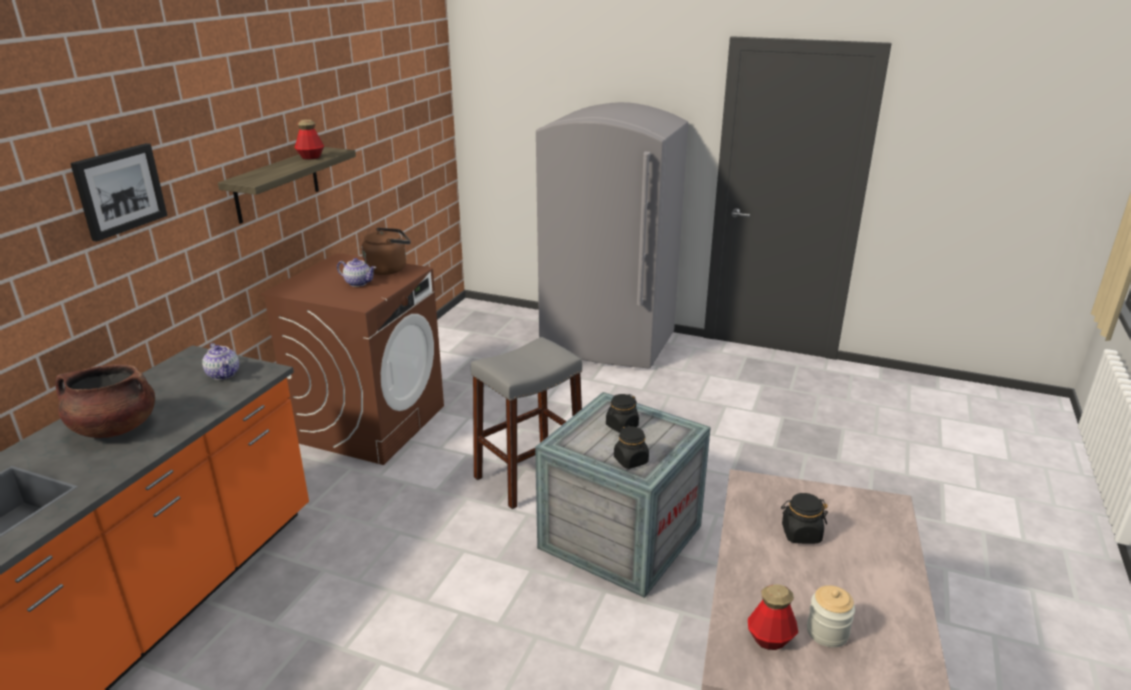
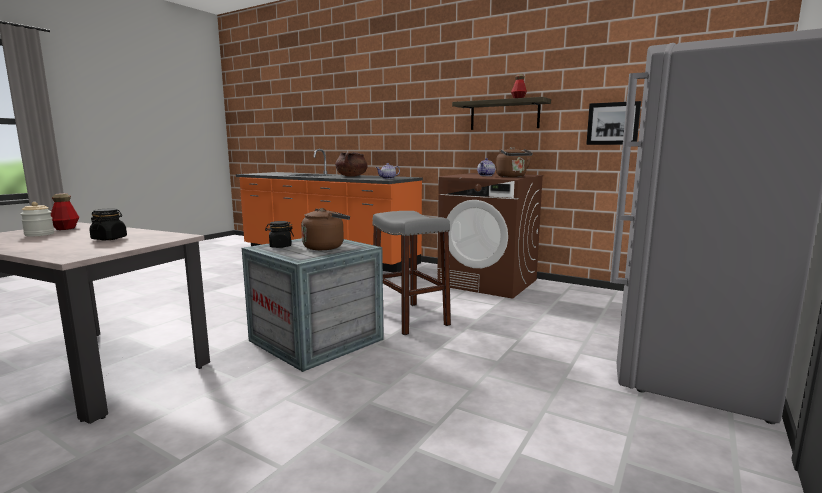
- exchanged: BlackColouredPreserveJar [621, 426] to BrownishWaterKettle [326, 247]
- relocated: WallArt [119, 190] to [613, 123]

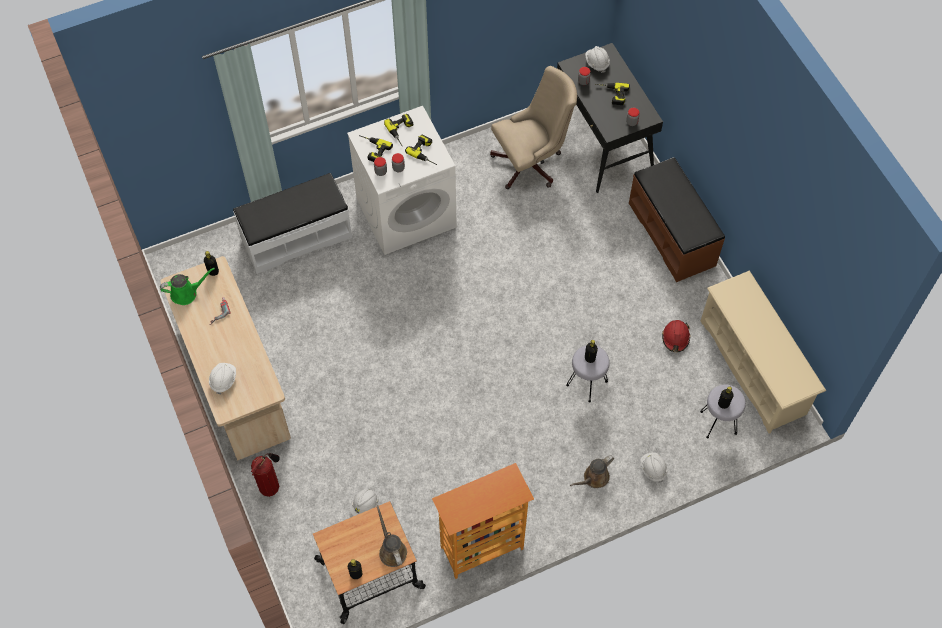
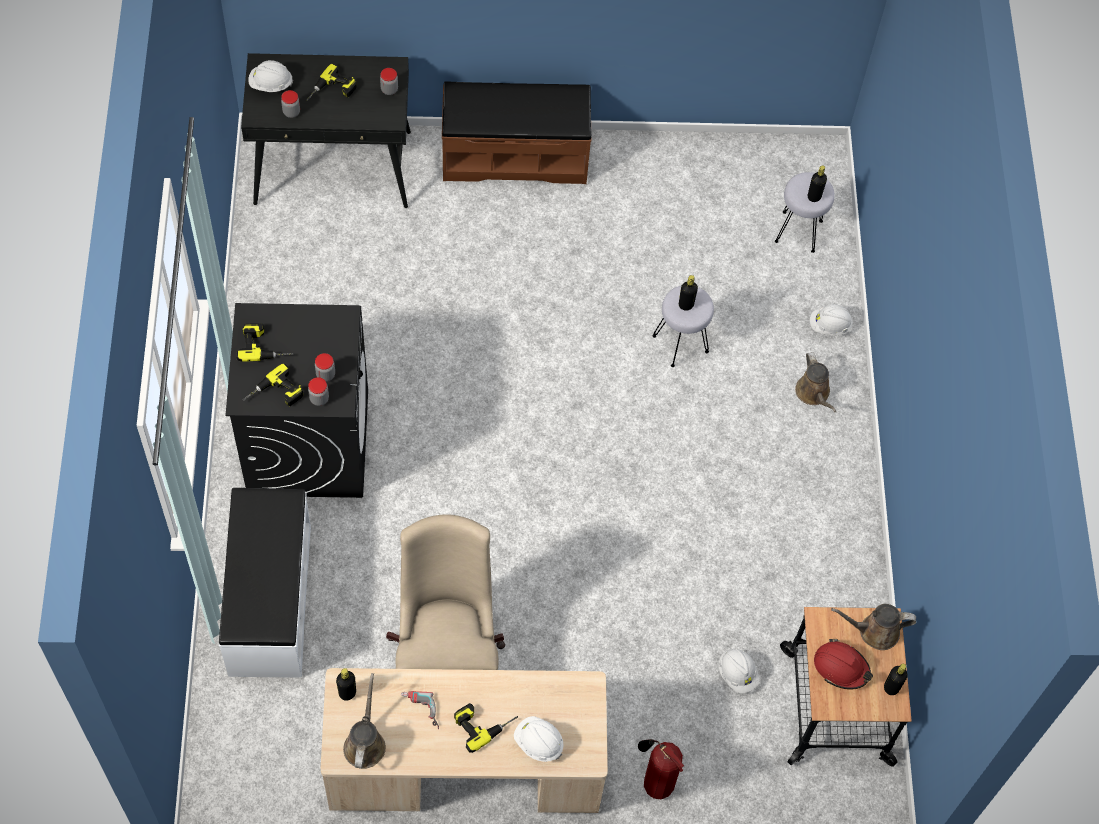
- colour: WhiteColouredWashingMachine [406, 212] to BlackColouredWashingMachine [308, 441]
- colour: GreenColouredSprinklingCan [186, 293] to BrownishSprinklingCan [365, 743]
- relocated: SandColouredDeskChair [531, 163] to [446, 650]
- relocated: PowerDrill [426, 152] to [484, 722]
- relocated: RedWorkHelmet [675, 338] to [841, 667]
- missing: Bookcase [482, 548]
- missing: SandColouredShoeShelf [753, 368]

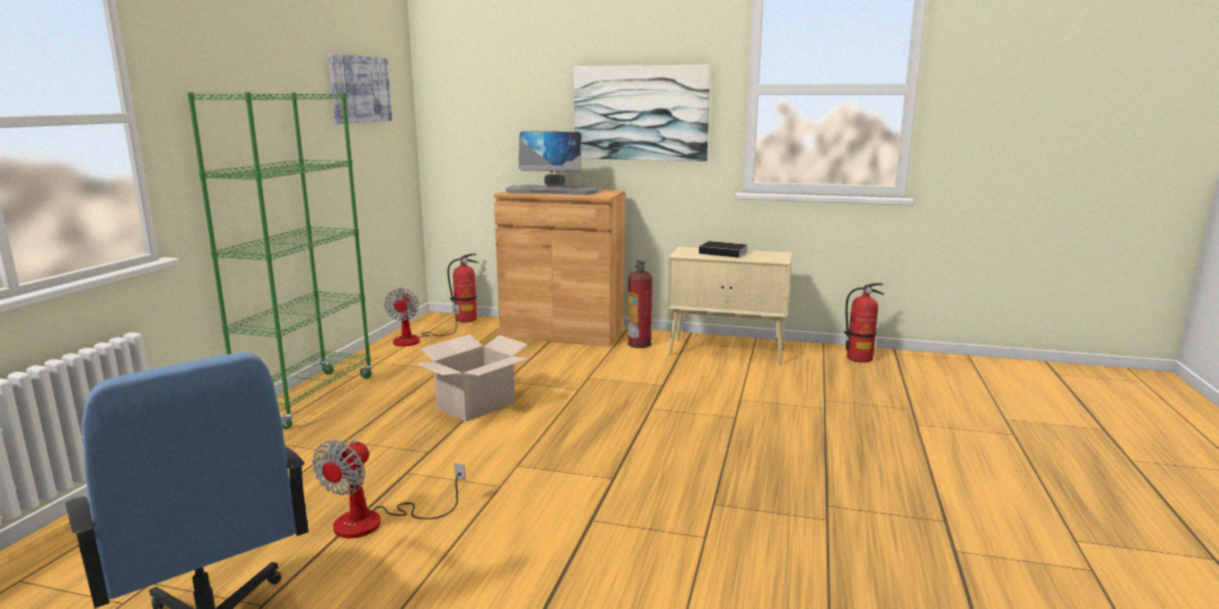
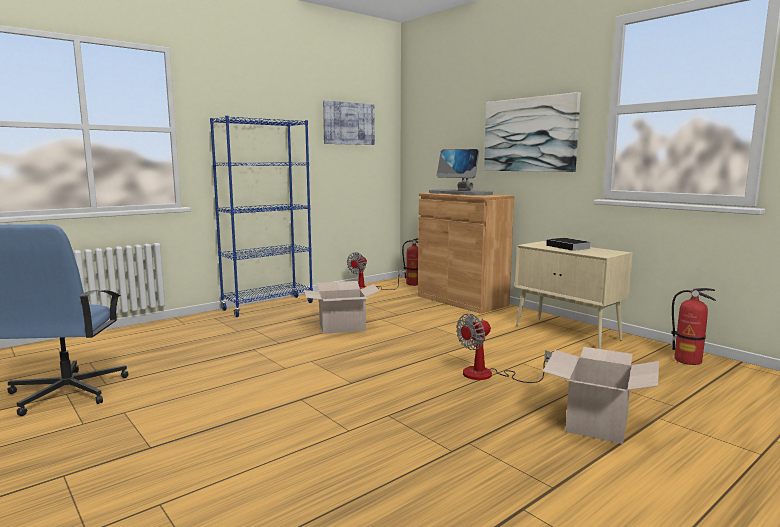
- colour: GreenColouredBookcase [309, 399] to BluishBookcase [268, 306]
- relocated: CoolingFan [376, 522] to [488, 375]
- appeared: Carton [598, 423]
- missing: FireExtinguisher [640, 344]

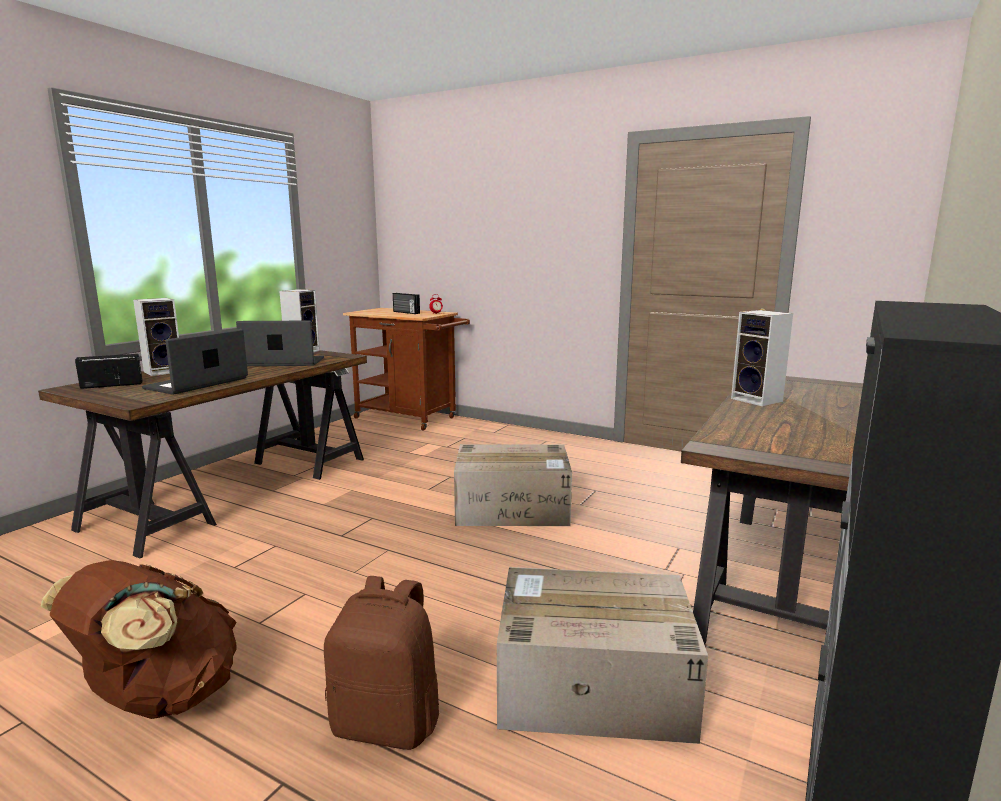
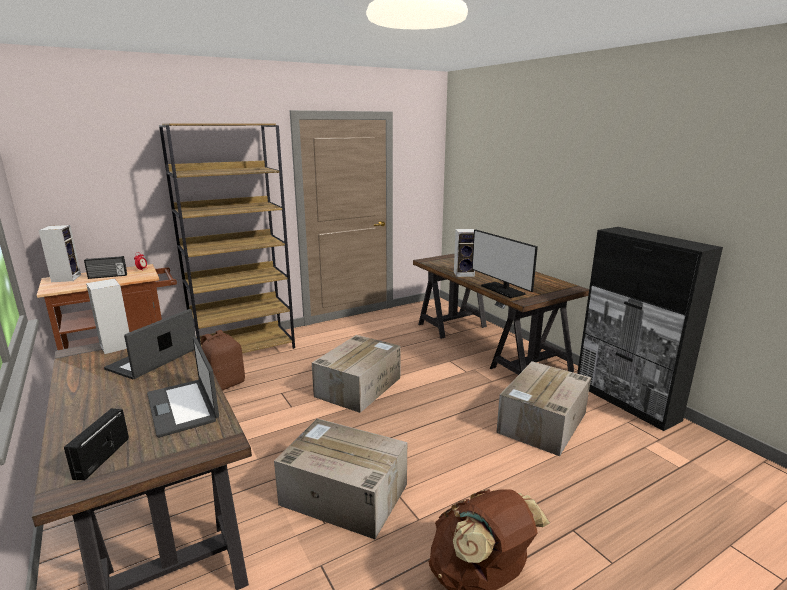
- relocated: AudioSpeaker [165, 371] to [66, 278]
- appeared: BrownishBookcase [245, 349]
- relocated: BrownishBackpack [388, 723] to [224, 385]
- appeared: Carton [342, 494]
- appeared: ComputerDisplay [502, 290]

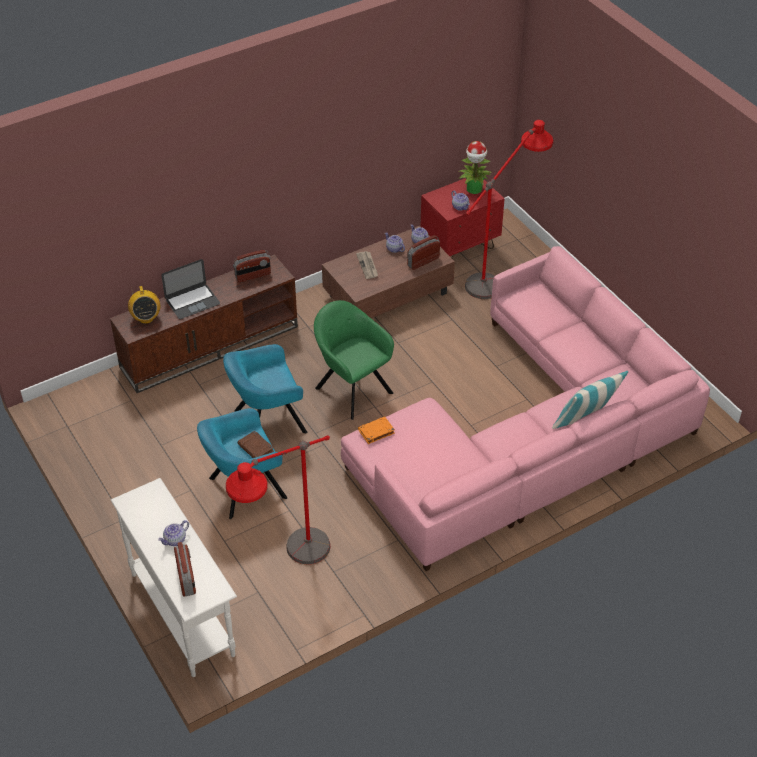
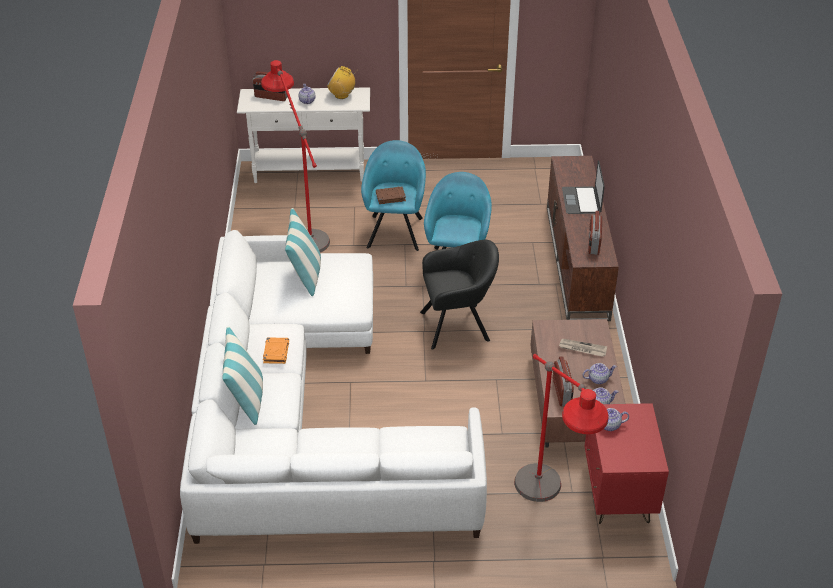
- colour: PinkishCouch [529, 435] to WhiteColouredCouch [304, 415]
- relocated: OrangeyBoundBook [376, 432] to [276, 352]
- appeared: Pillow [305, 276]
- relocated: Radio [146, 318] to [341, 95]
- colour: GreenColouredArmchair [351, 388] to BlackColouredArmchair [458, 325]
- missing: Houseplant [474, 189]

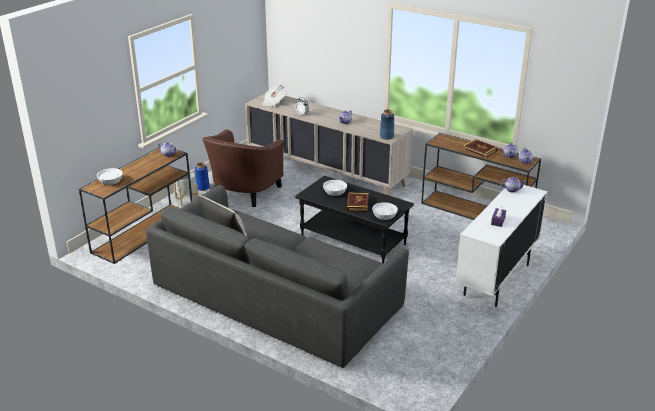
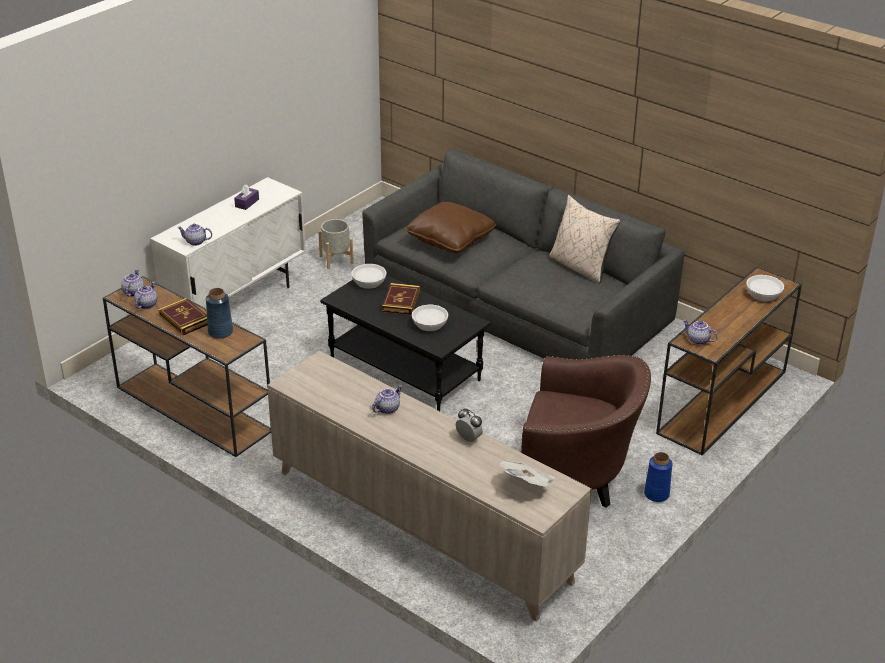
- relocated: BluishDecorativeVase [386, 136] to [220, 332]
- relocated: GreyPlanter [187, 200] to [336, 260]
- appeared: BrownishPillow [450, 239]
- spun: BrownishArmchair [243, 193] = [578, 474] 75 degrees clockwise

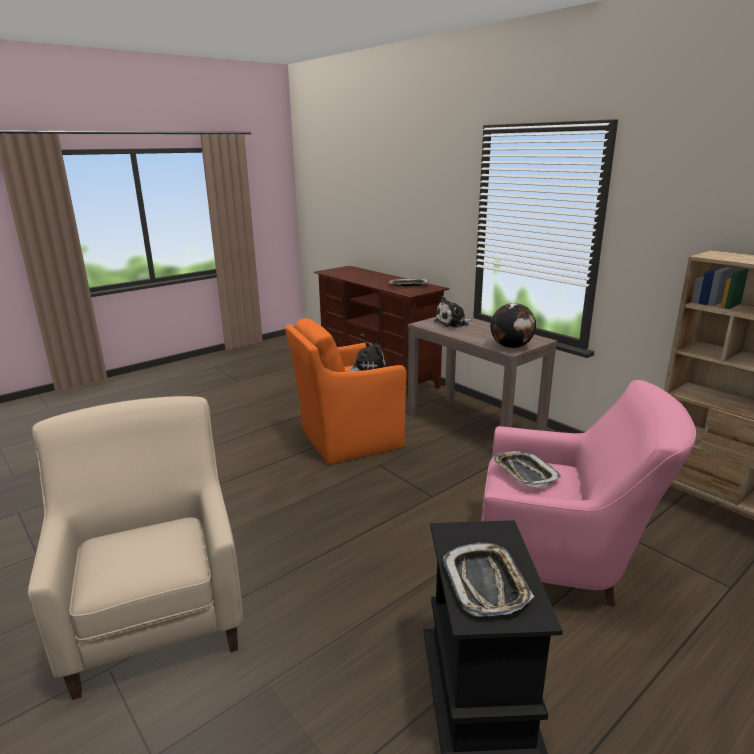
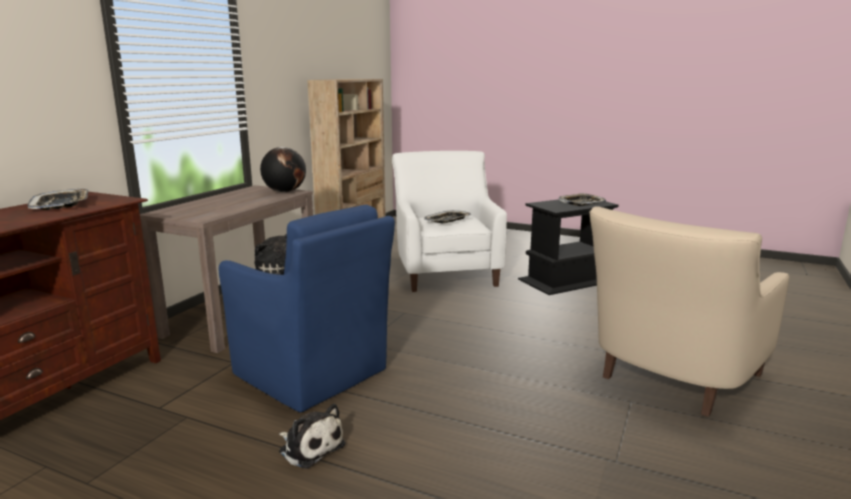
- colour: OrangeyArmchair [348, 439] to BluishArmchair [312, 374]
- relocated: SoftToy [453, 323] to [310, 447]
- colour: PinkishArmchair [563, 562] to WhiteColouredArmchair [445, 272]

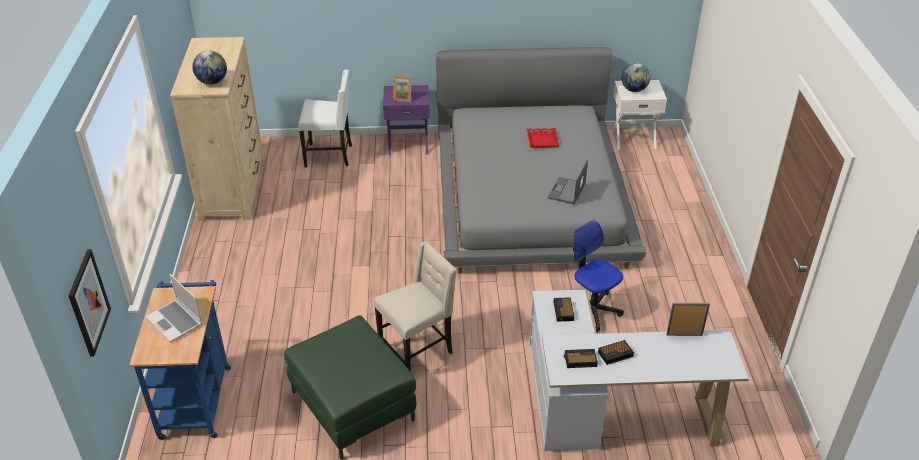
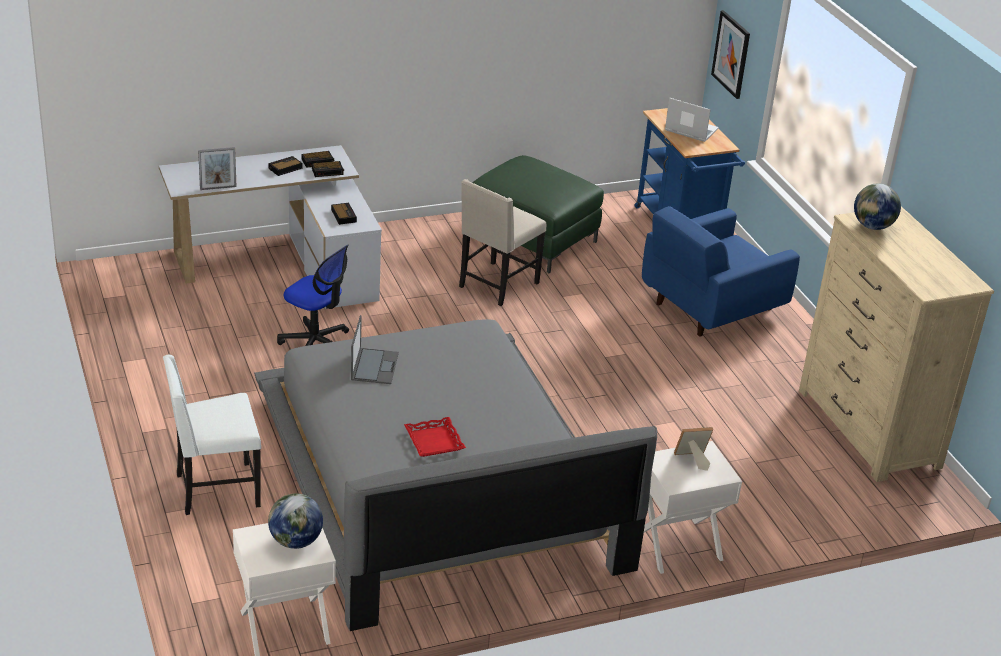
- relocated: WhiteColouredChair [330, 155] to [215, 490]
- appeared: BedsideClock [328, 171]
- appeared: BluishArmchair [710, 307]
- colour: PurpleColouredBedsideTable [408, 144] to WhiteColouredBedsideTable [678, 546]

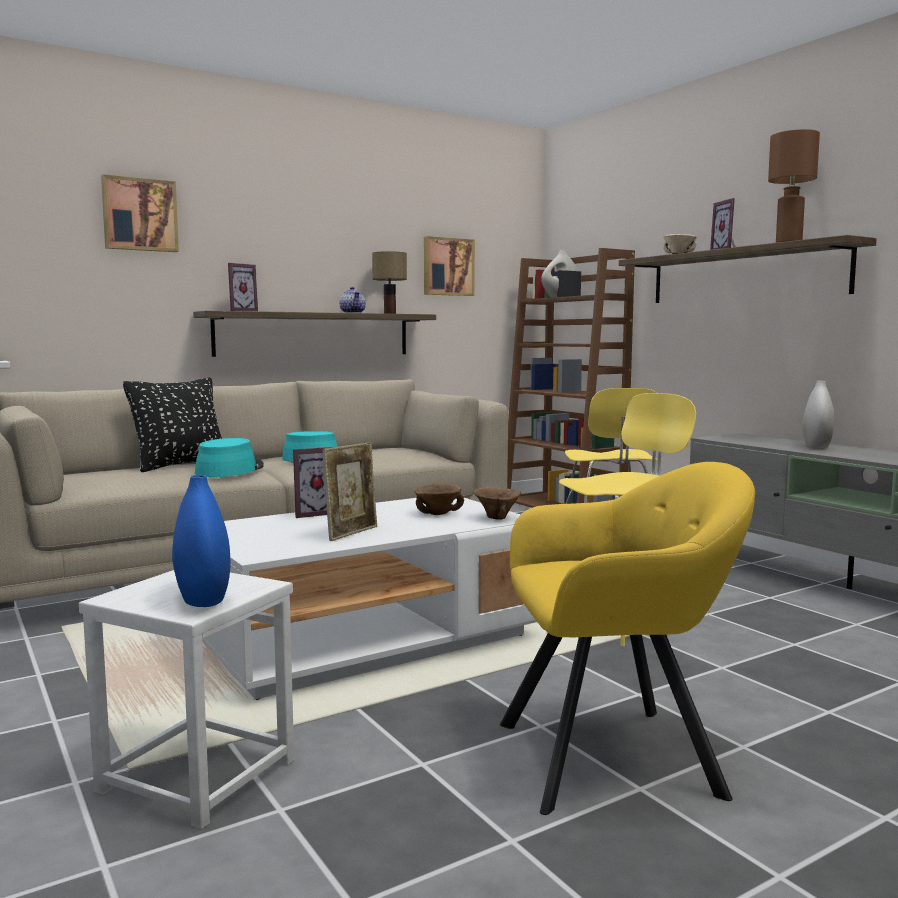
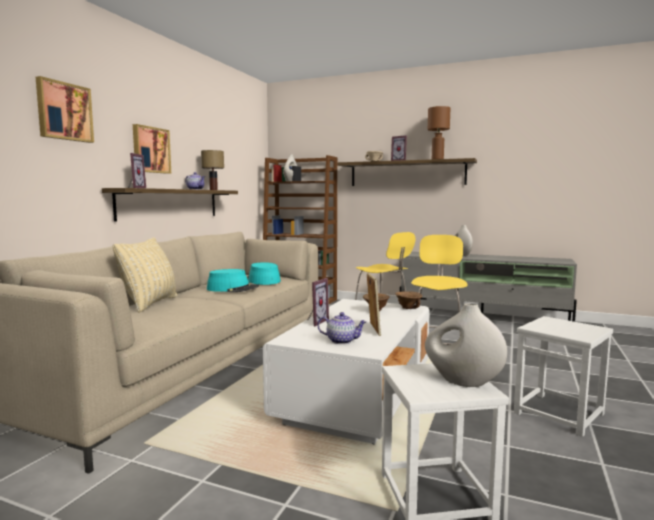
- colour: BlackColouredPillow [180, 465] to SandColouredPillow [150, 304]
- relocated: WallArt [447, 267] to [150, 150]
- relocated: TurquoiseHat [229, 470] to [263, 280]
- appeared: PotForTea [342, 341]
- colour: BluishDecorativeVase [202, 599] to WhiteColouredDecorativeVase [462, 382]
- exchanged: YellowColouredArmchair [619, 757] to WhiteColouredSittingStool [559, 413]

